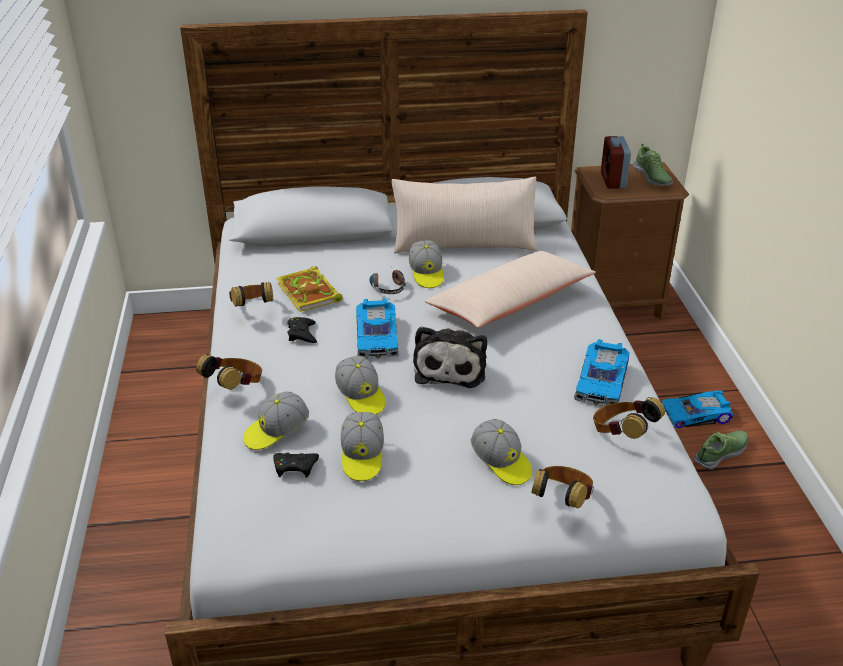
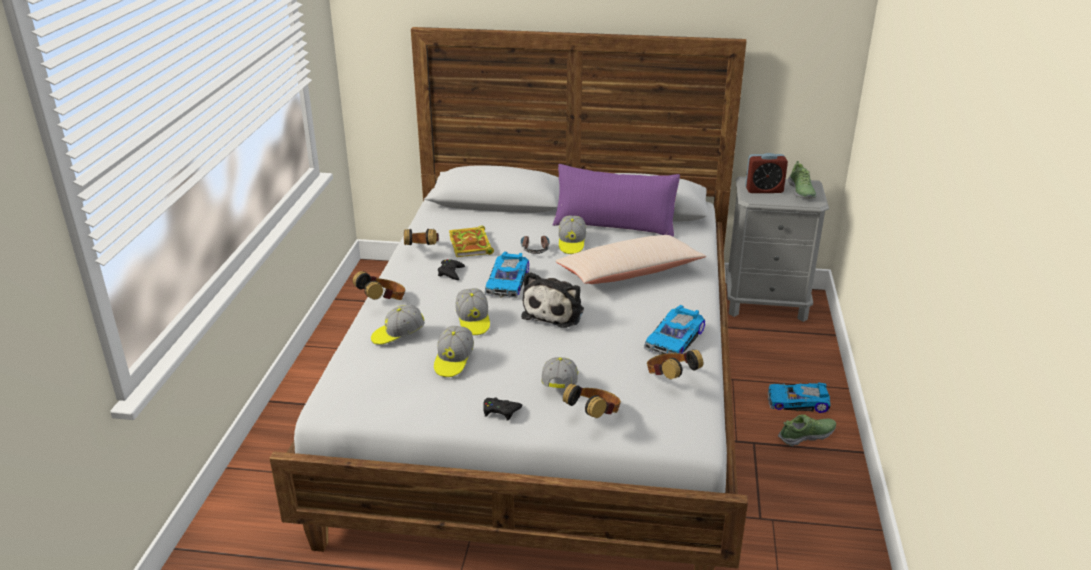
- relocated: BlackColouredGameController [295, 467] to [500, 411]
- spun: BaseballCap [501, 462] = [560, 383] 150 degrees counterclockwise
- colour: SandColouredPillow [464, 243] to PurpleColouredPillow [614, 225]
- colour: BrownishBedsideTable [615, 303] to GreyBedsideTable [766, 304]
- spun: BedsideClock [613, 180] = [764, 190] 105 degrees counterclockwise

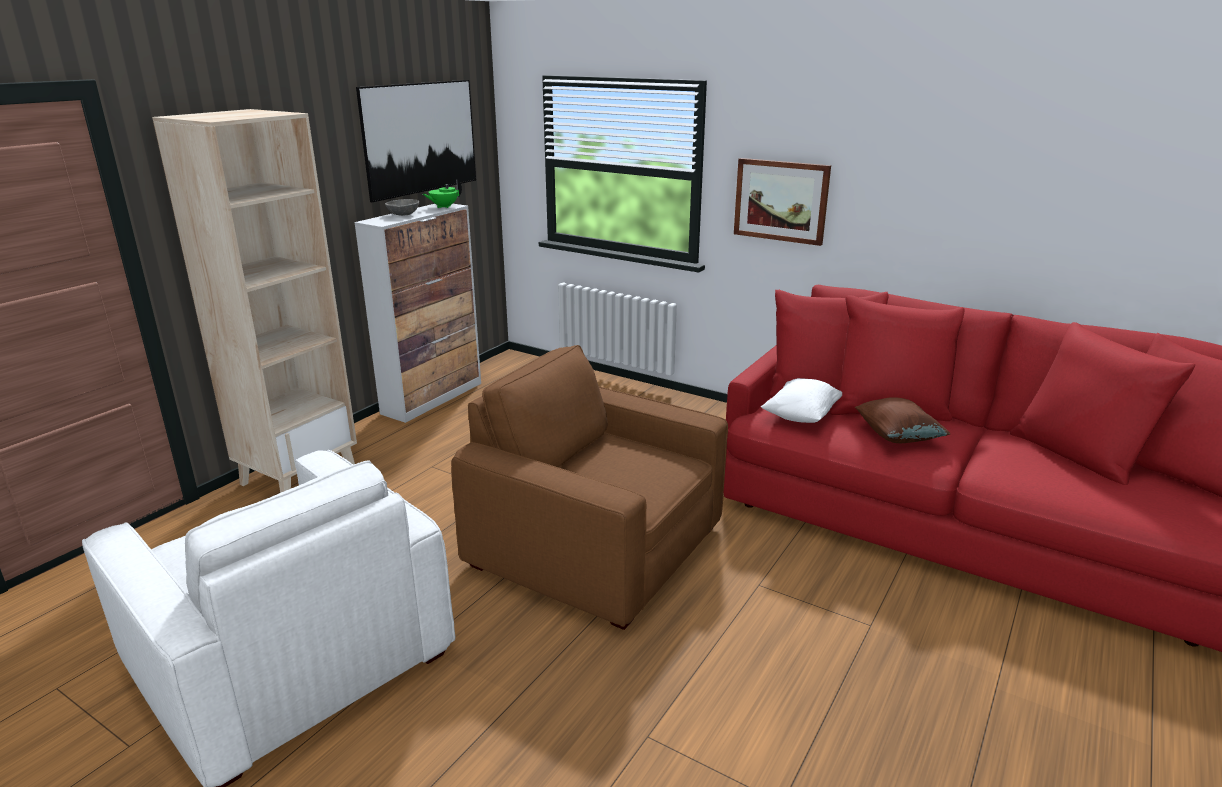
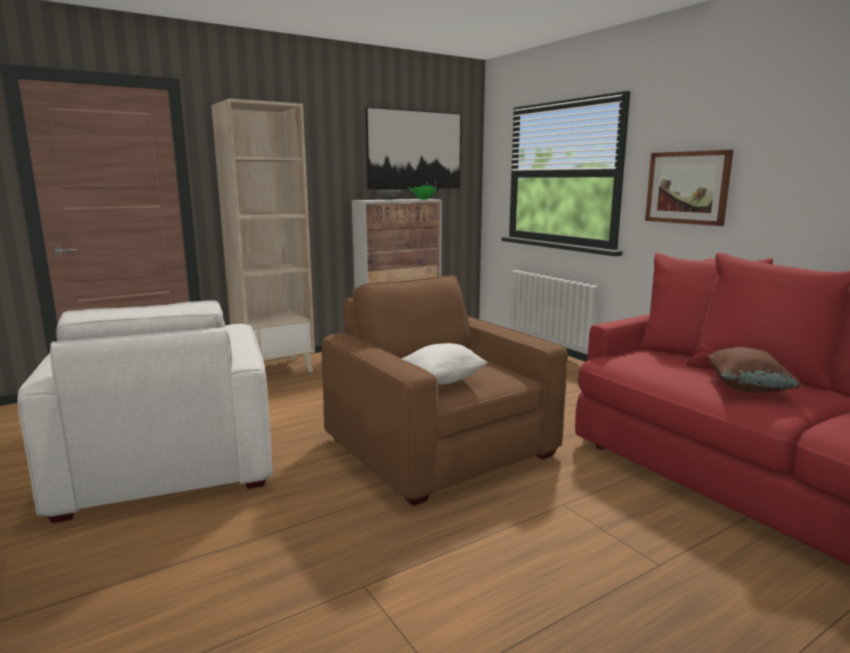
- relocated: WhiteColouredPillow [801, 416] to [441, 380]

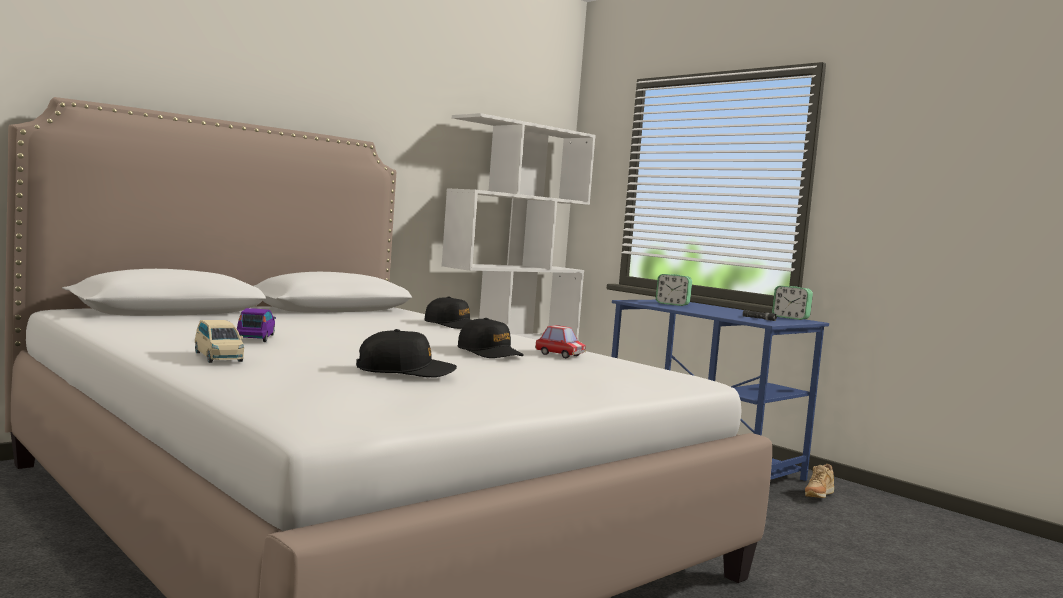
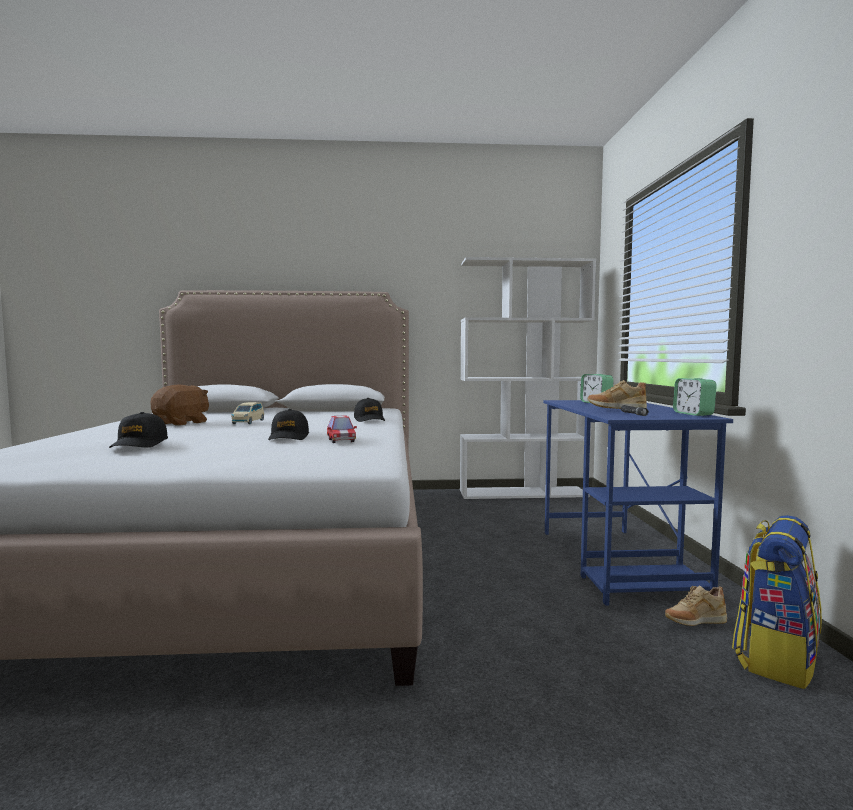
- spun: BlackColouredBaseballCap [405, 371] = [140, 444] 60 degrees clockwise
- exchanged: PurpleColouredModelCar [256, 337] to BrownishSoftToy [182, 423]
- relocated: SandColouredModelCar [218, 357] to [248, 422]
- appeared: SandColouredItemOfFootwear [616, 410]
- appeared: Backpack [775, 657]

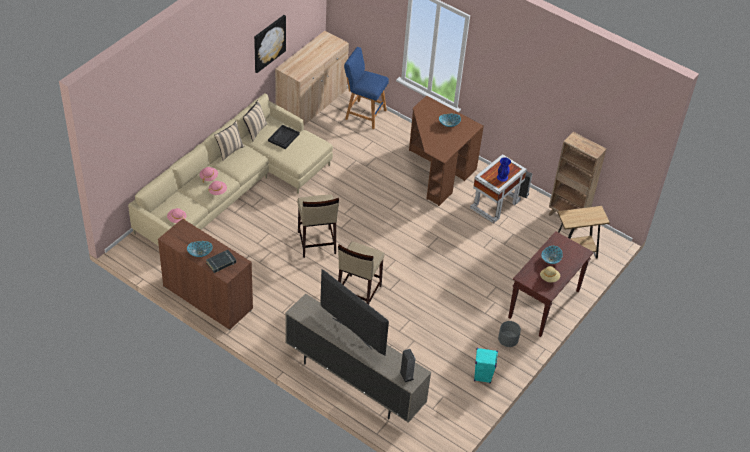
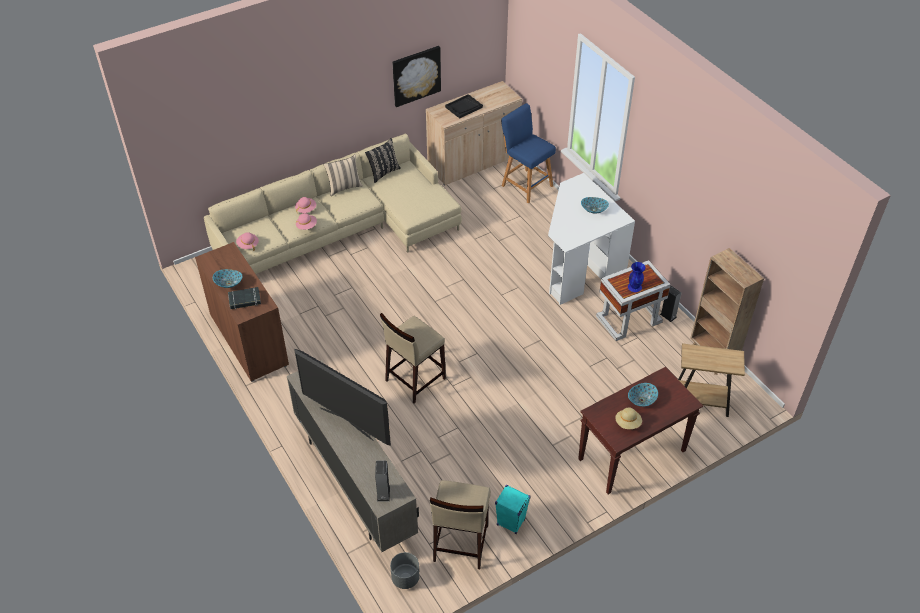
- spun: Television [351, 334] = [346, 423] 150 degrees clockwise
- colour: SandColouredPillow [255, 130] to BlackColouredPillow [383, 172]
- relocated: GreyPlanter [507, 341] to [405, 578]
- relocated: SandColouredSittingStool [316, 243] to [460, 543]
- relocated: BlackColouredCarryingTray [283, 137] to [464, 107]
- colour: BrownishDeskTable [437, 171] to WhiteColouredDeskTable [577, 265]

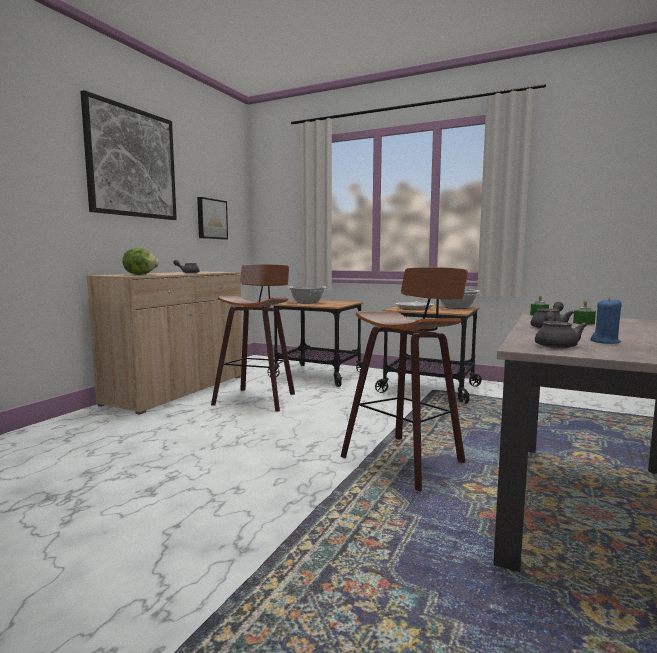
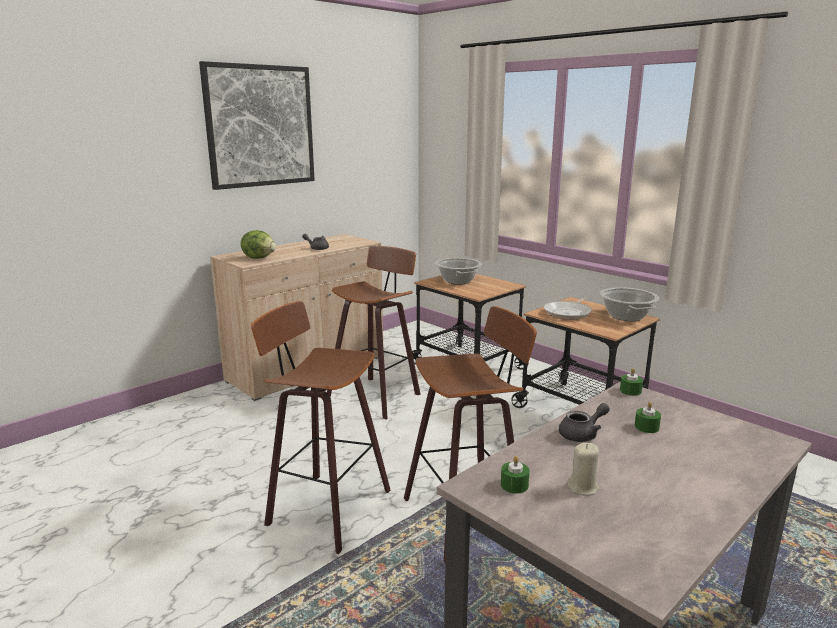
- appeared: SittingStool [324, 508]
- exchanged: GreyPotForTea [555, 345] to GreenColouredWaxLight [514, 485]
- colour: BluishWaxLight [605, 342] to SandColouredWaxLight [583, 488]
- missing: WallArt [211, 219]

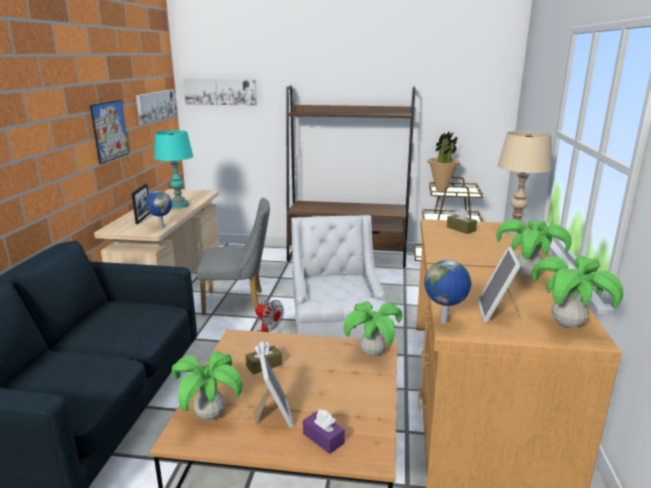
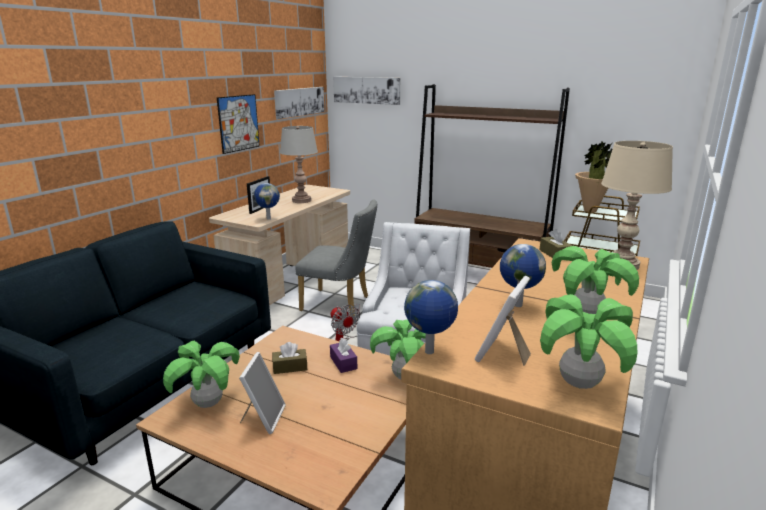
- colour: TurquoiseLampForATable [179, 205] to GreyLampForATable [301, 200]
- relocated: PurpleColouredTissueBox [323, 438] to [343, 363]
- appeared: DeskGlobe [517, 305]

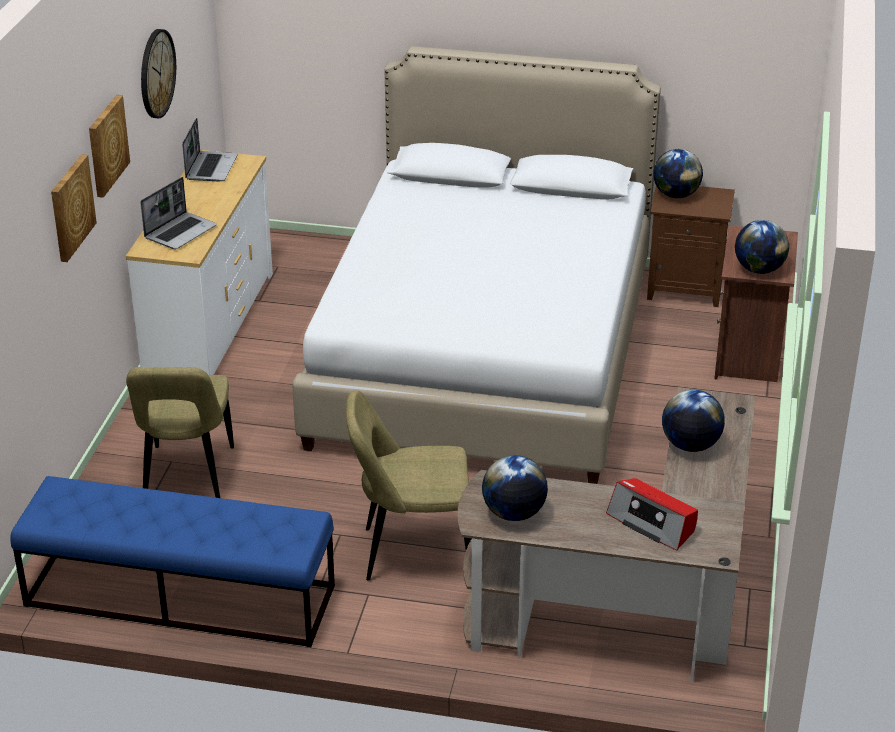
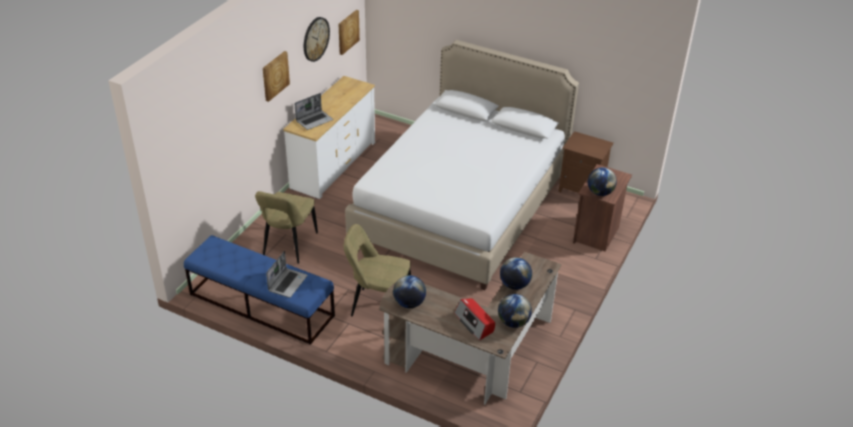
- relocated: Laptop [211, 167] to [287, 283]
- relocated: WallArt [71, 207] to [347, 31]
- relocated: DeskGlobe [676, 195] to [513, 322]

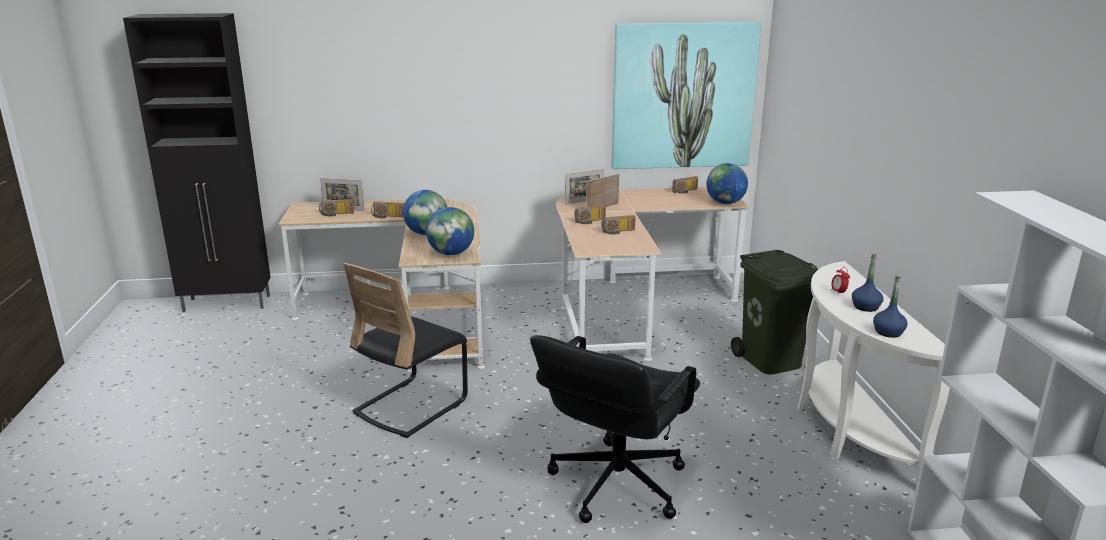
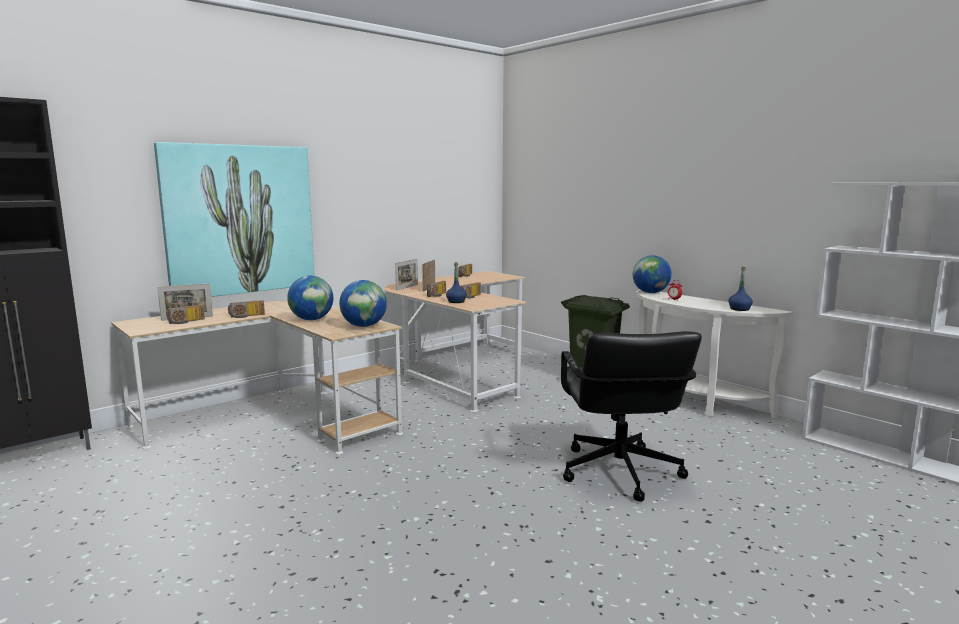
- relocated: WallArt [682, 96] to [240, 220]
- relocated: BluishBeverageBottle [865, 307] to [456, 301]
- relocated: DeskGlobe [725, 203] to [650, 293]
- missing: BlackColouredChair [411, 406]

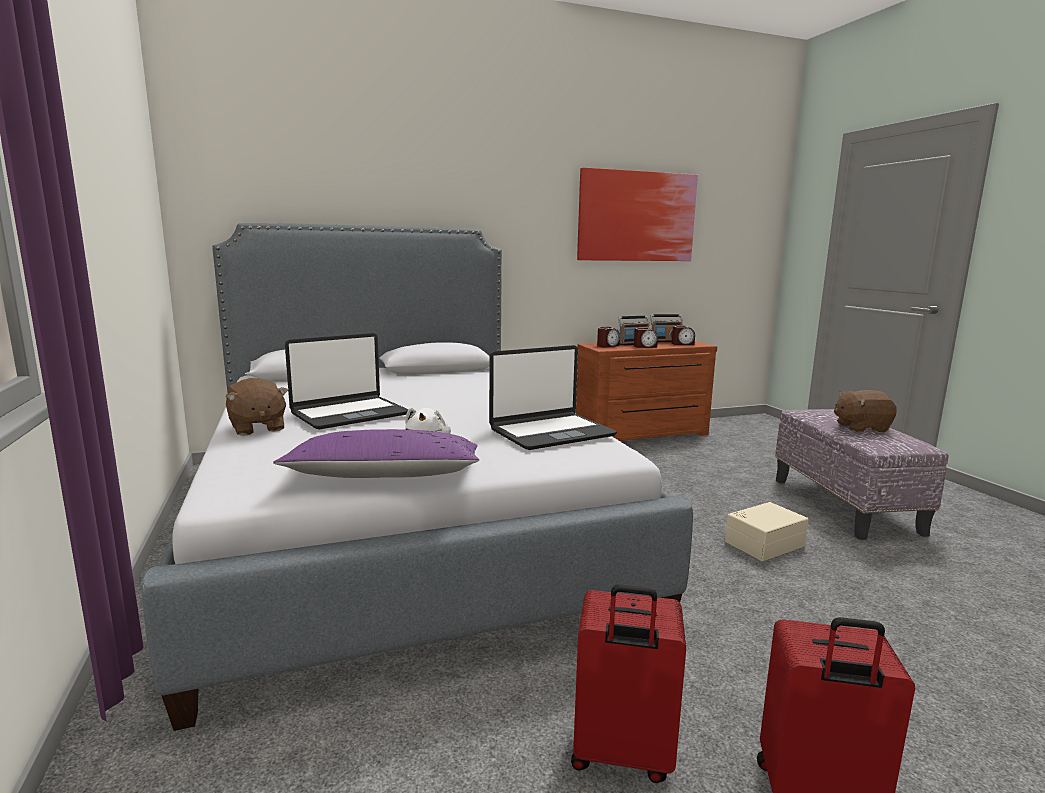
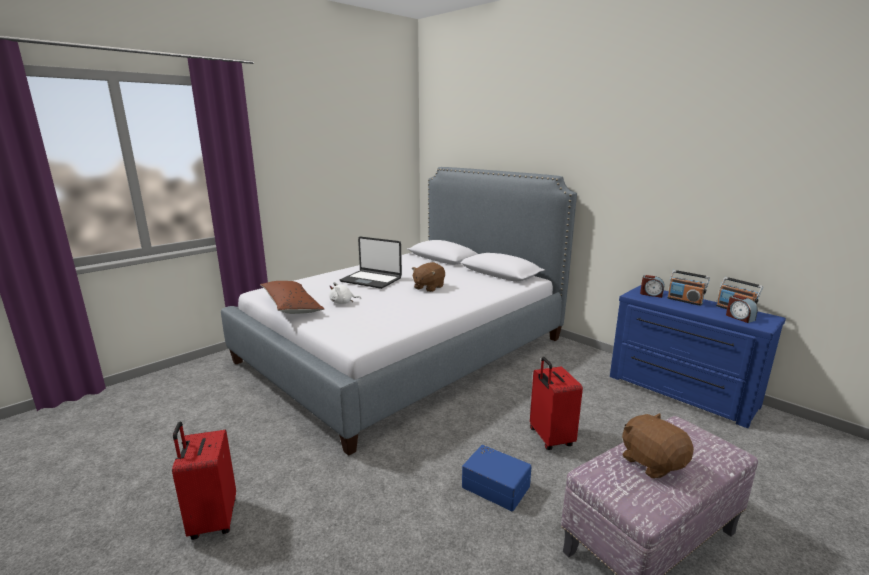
- colour: PurpleColouredPillow [385, 475] to BrownishPillow [291, 306]
- relocated: BrownishSoftToy [257, 428] to [428, 287]
- colour: SandColouredStorageBox [763, 543] to BluishStorageBox [496, 485]
- relocated: RedPieceOfLuggage [621, 755] to [550, 438]
- colour: BrownishDrawerChest [643, 434] to BluishDrawerChest [680, 392]
- missing: Laptop [551, 432]
- missing: WallArt [636, 216]
- missing: BedsideClock [645, 346]

